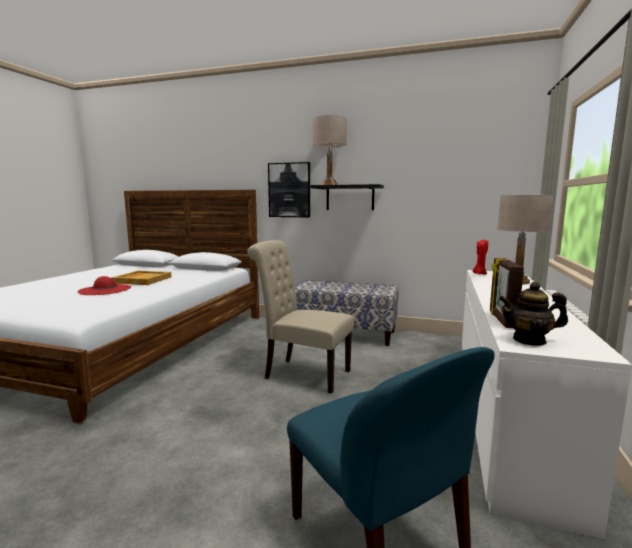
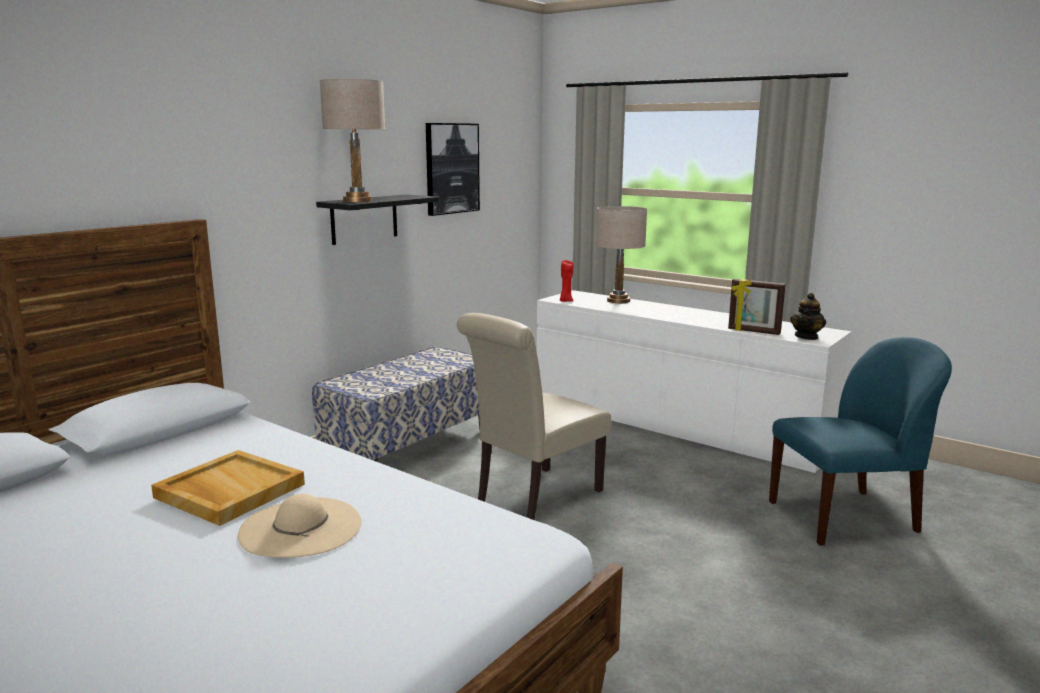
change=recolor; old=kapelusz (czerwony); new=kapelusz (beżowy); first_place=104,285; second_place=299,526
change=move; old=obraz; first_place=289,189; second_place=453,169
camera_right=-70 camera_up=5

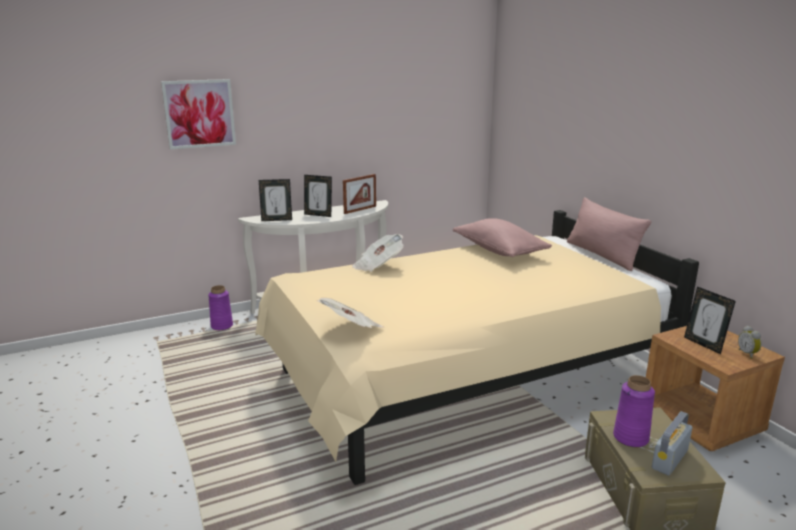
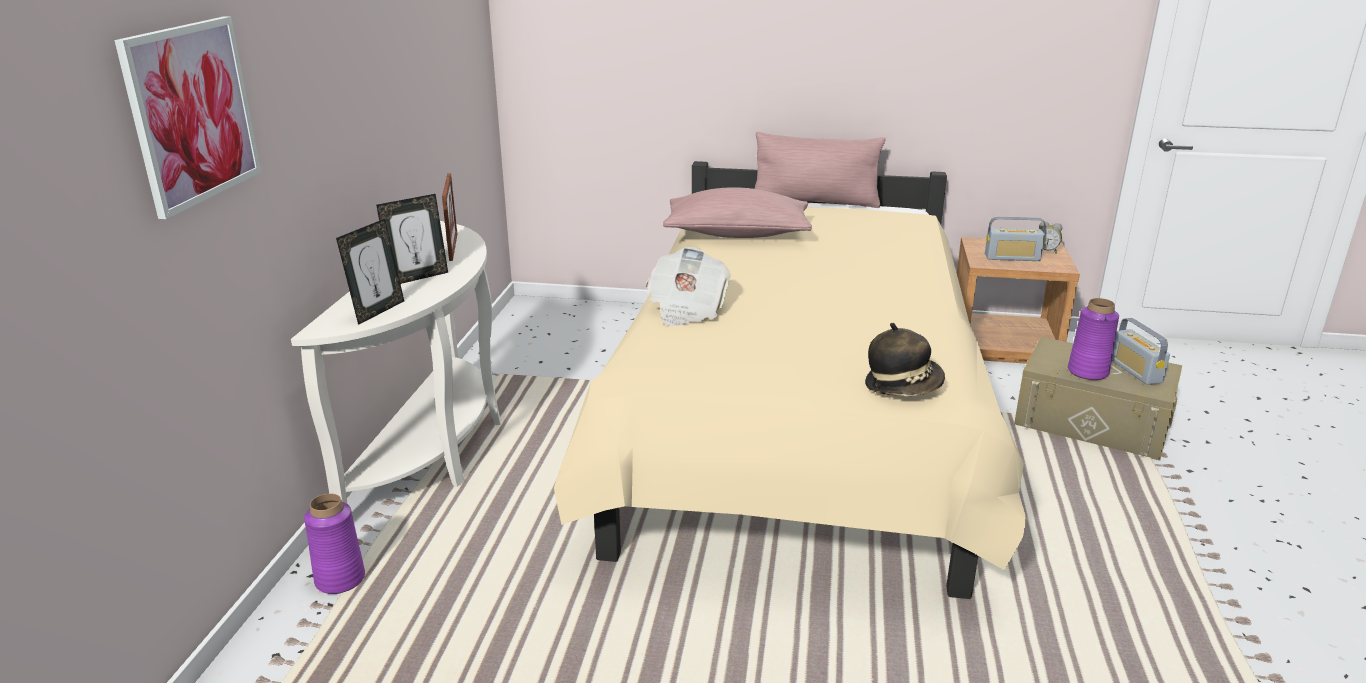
change=replace; old=gazeta; new=kapelusz; first_place=350,313; second_place=905,360
change=replace; old=ramka na zdjęcie; new=radio; first_place=710,320; second_place=1015,239
camera_right=-55 camera_up=5

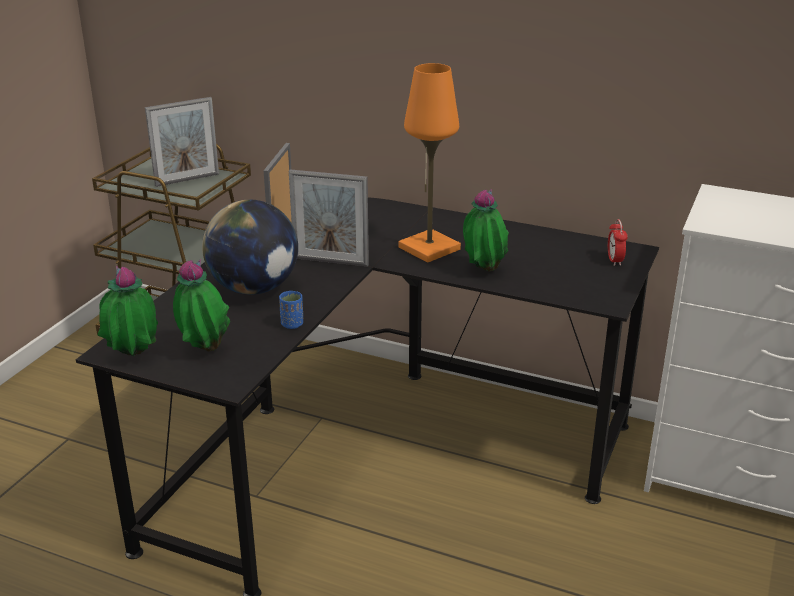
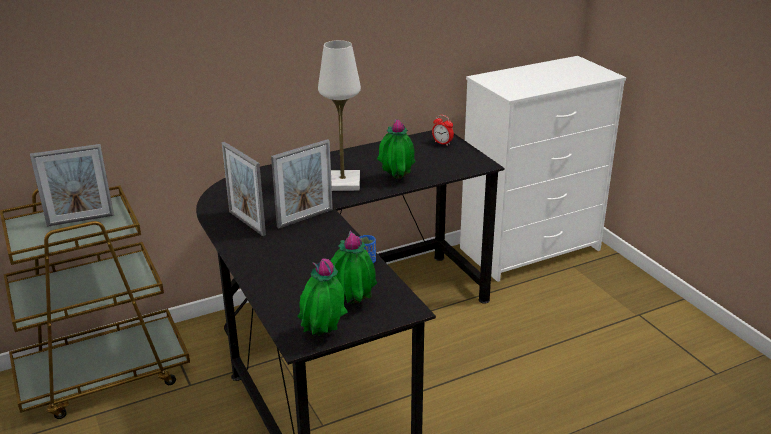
change=rotate; old=ramka na zdjęcie; first_place=182,142; second_place=72,185; degrees=60
change=recolor; old=lampa stołowa (pomarańczowy); new=lampa stołowa (biały); first_place=430,163; second_place=339,115
change=delete; old=globus; first_place=250,247
camera_right=-50 camera_up=0

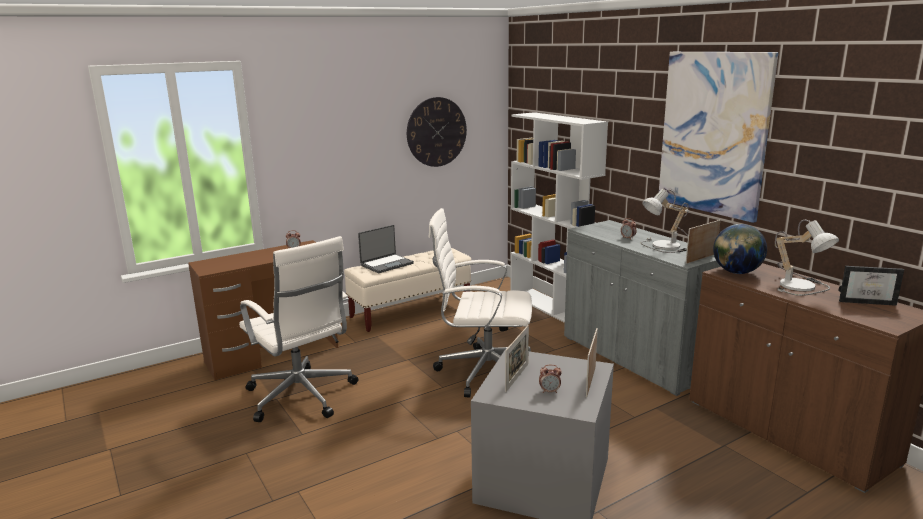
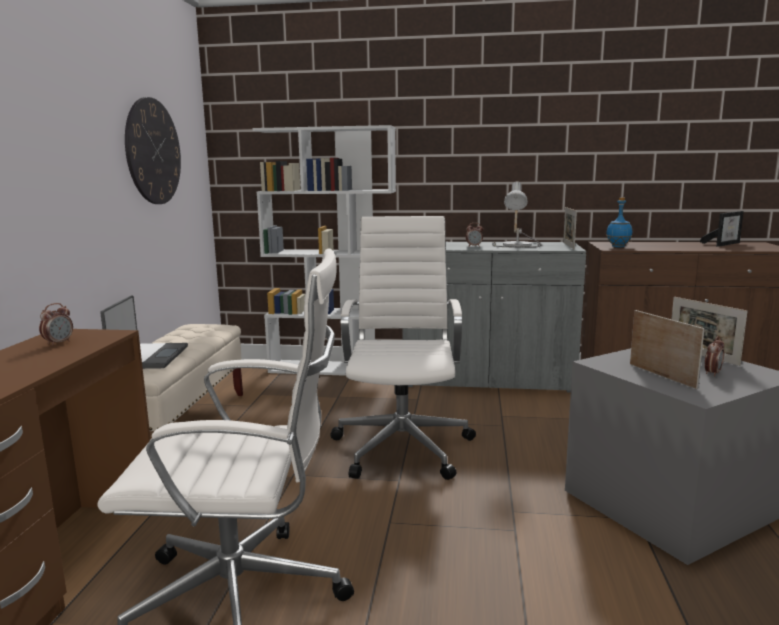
change=rotate; old=krzesło biurowe (biały); first_place=480,302; second_place=403,348; degrees=135
change=replace; old=globus; new=butelka (niebieski); first_place=740,249; second_place=619,223
change=delete; old=obraz; first_place=719,137
change=delete; old=lampa stołowa; first_place=807,258
camera_right=-50 camera_up=-5

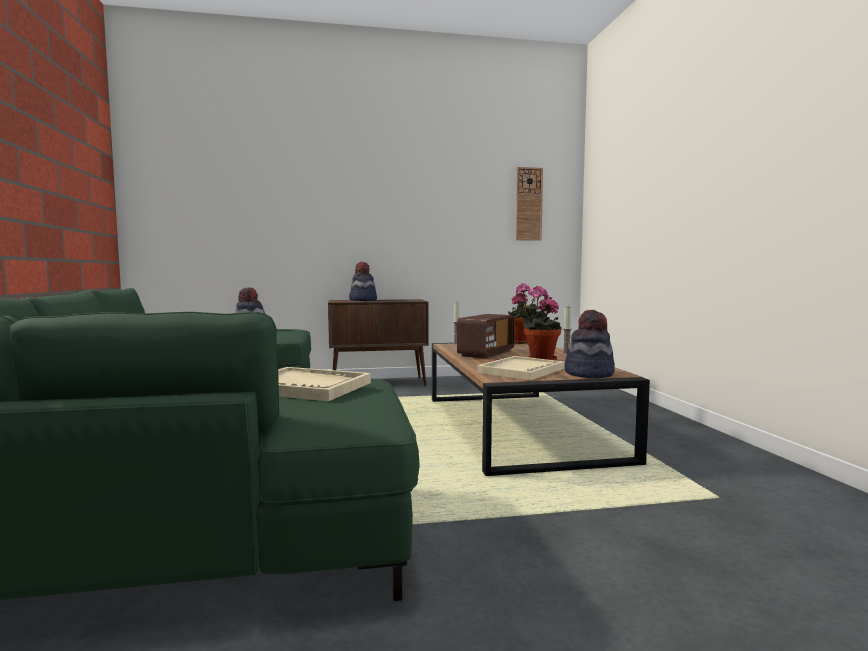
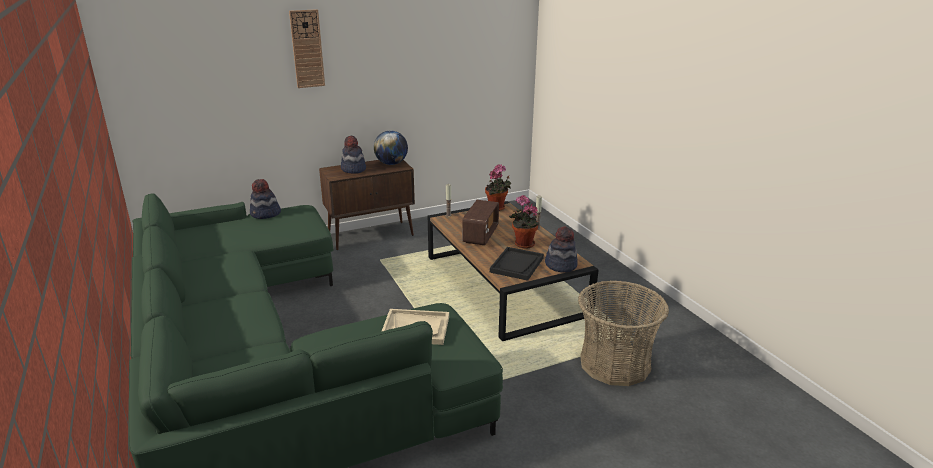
change=move; old=zegar ścienny; first_place=529,204; second_place=307,48
change=insert; new=globus; second_place=391,148
change=recolor; old=taca (beżowy); new=taca (czarny); first_place=521,368; second_place=517,264
change=insert; new=koszyk; second_place=623,333
camera_right=-15 camera_up=20

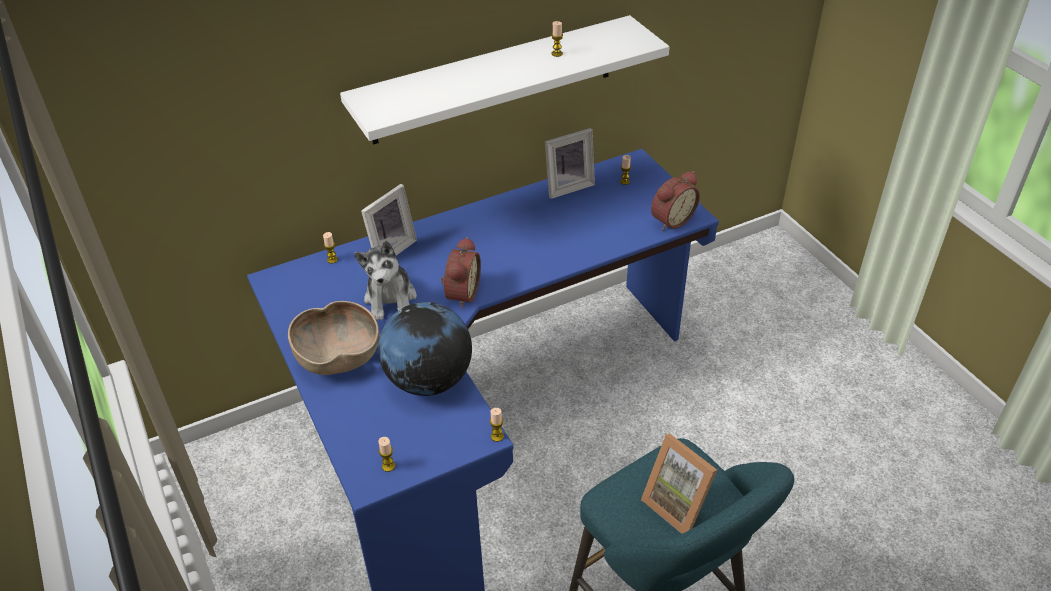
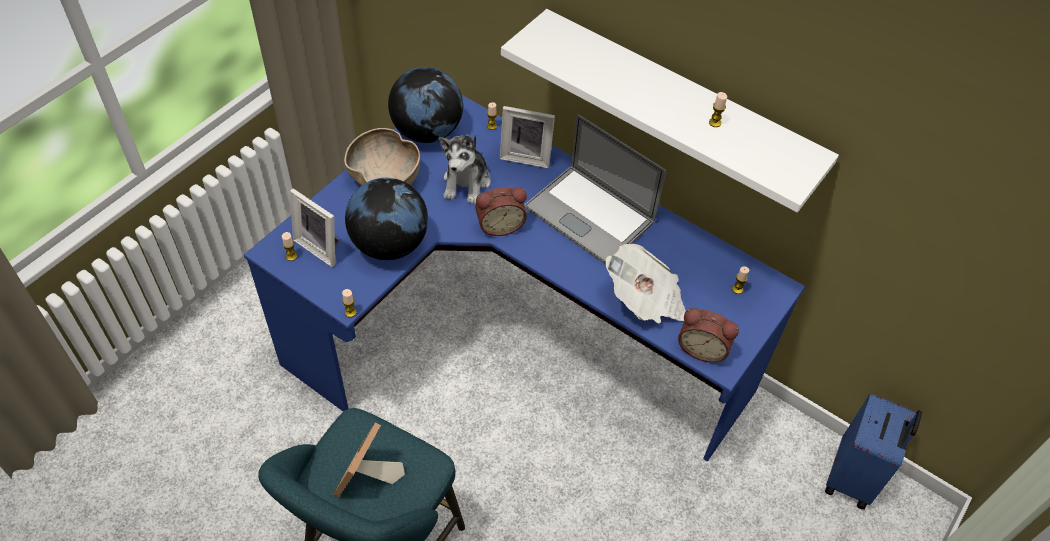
change=move; old=ramka na zdjęcie; first_place=570,163; second_place=314,227
change=insert; new=globus; second_place=425,105
change=rotate; old=pluszak; first_place=385,281; second_place=464,169; degrees=-45
change=insert; new=laptop; second_place=595,189
change=insert; new=gazeta; second_place=646,283
change=insert; new=walizka (niebieski); second_place=873,451
camera_right=60 camera_up=10

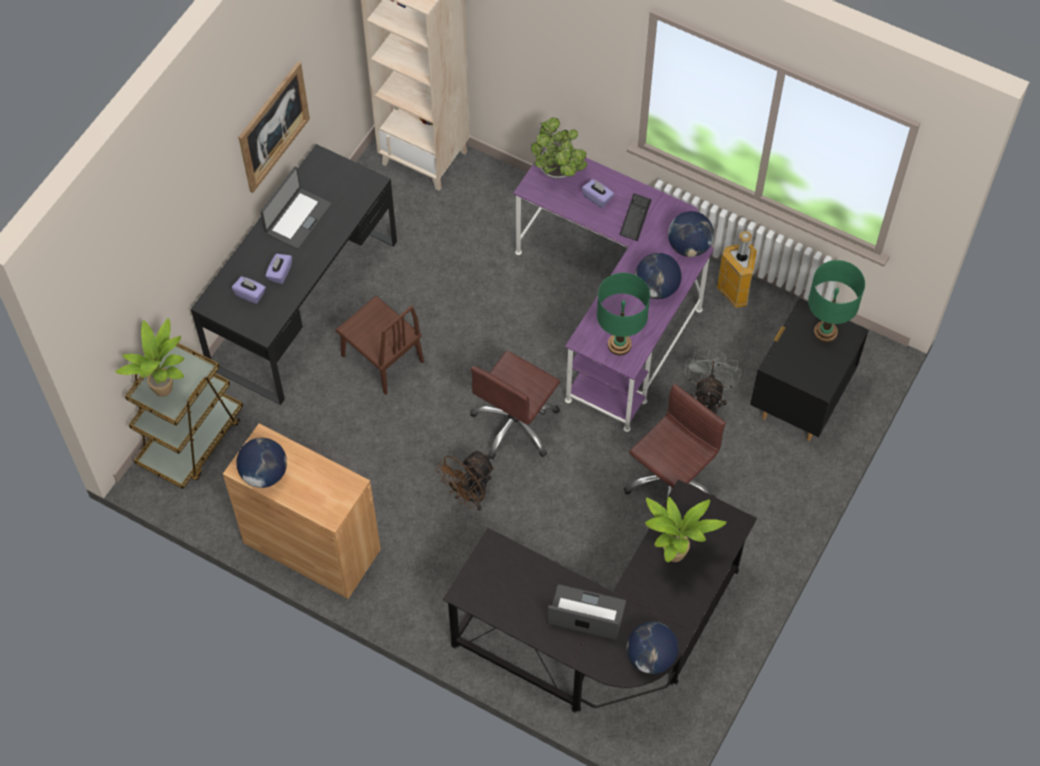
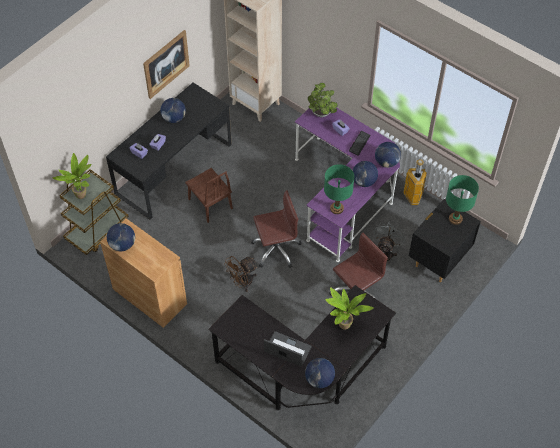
change=replace; old=laptop; new=globus; first_place=296,207; second_place=173,110
change=rotate; old=krzesło biurowe (brązowy); first_place=515,404; second_place=276,229; degrees=-150
camera_right=10 camera_up=-5

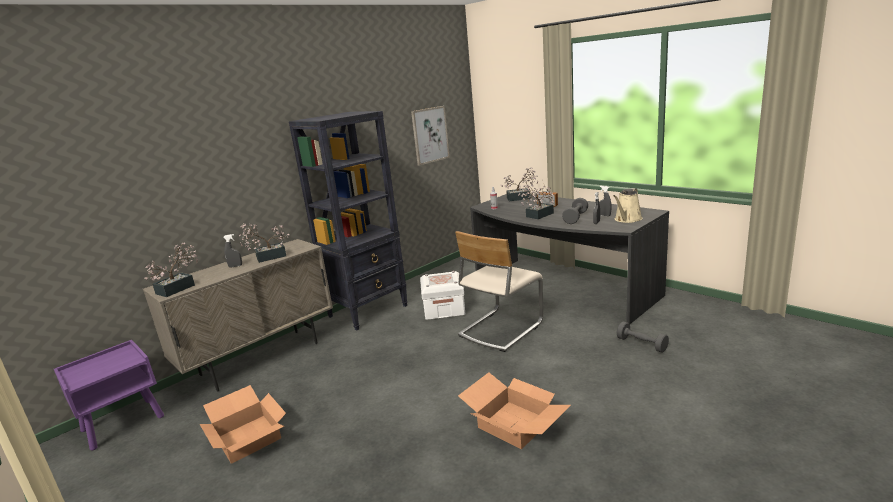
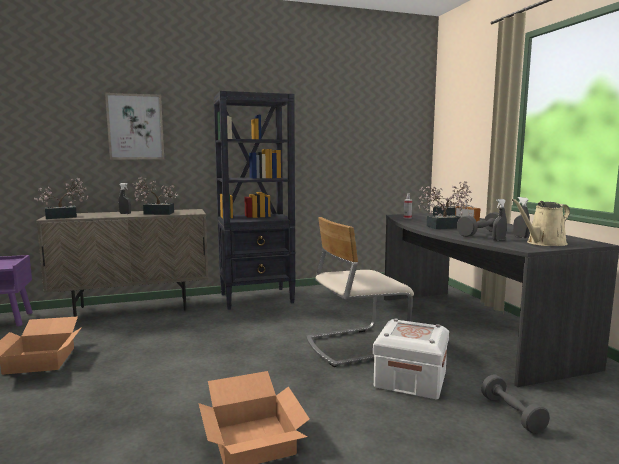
change=move; old=obraz; first_place=430,136; second_place=134,126
change=move; old=pojemnik do przechowywania (biały); first_place=442,295; second_place=411,359
camera_right=25 camera_up=-10

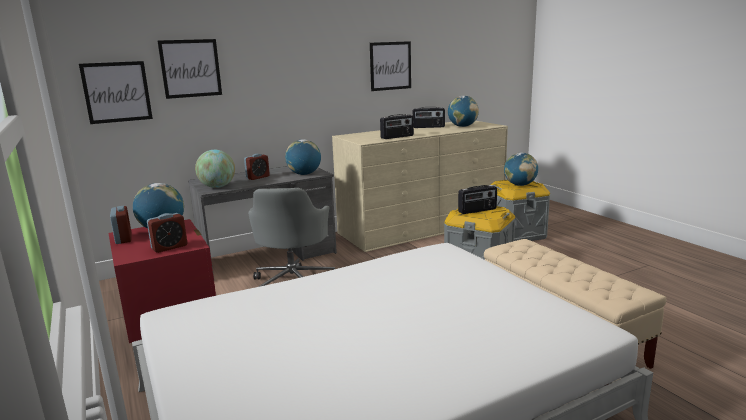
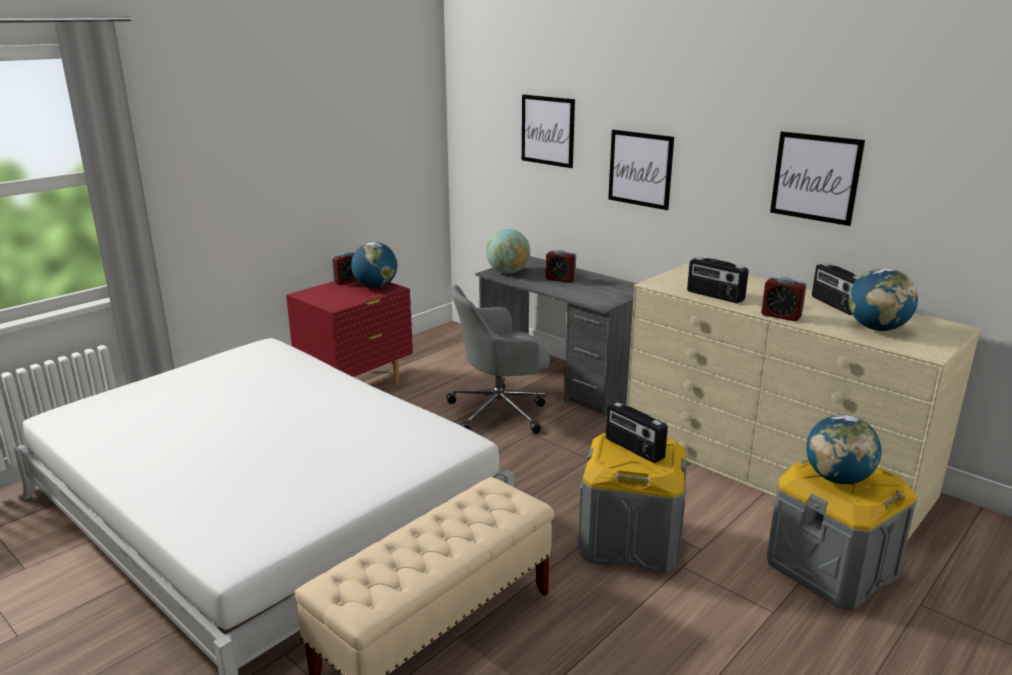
change=move; old=obraz; first_place=116,92; second_place=641,170
change=move; old=budzik; first_place=167,233; second_place=784,299
change=delete; old=globus; first_place=303,157
camera_right=70 camera_up=5

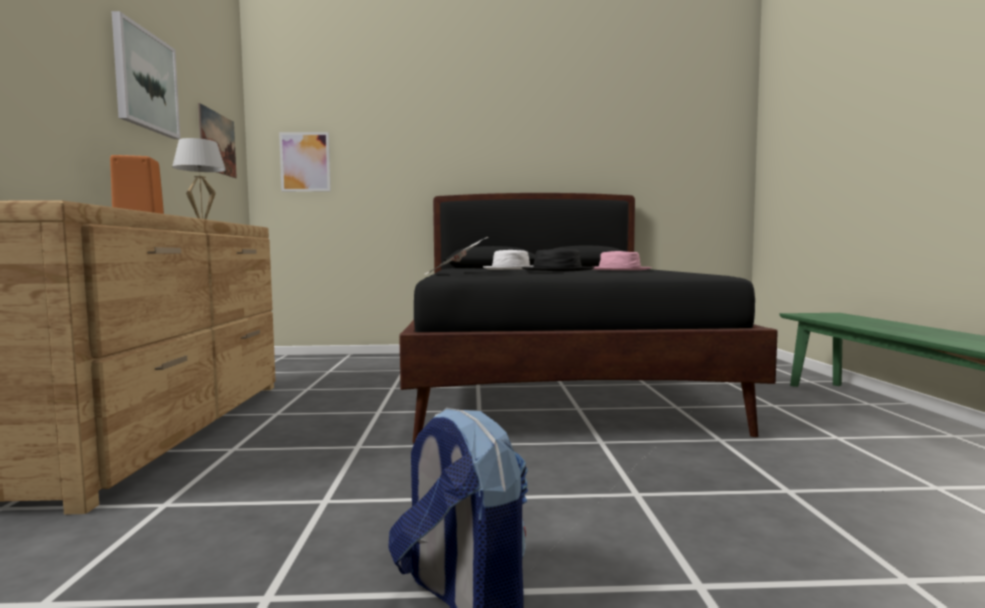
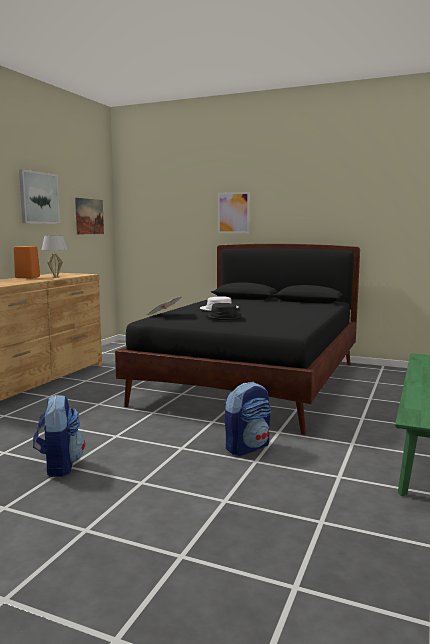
change=move; old=obraz; first_place=305,162; second_place=234,212
change=insert; new=plecak; second_place=248,419
change=delete; old=kapelusz (różowy); first_place=622,260
camera_right=25 camera_up=5

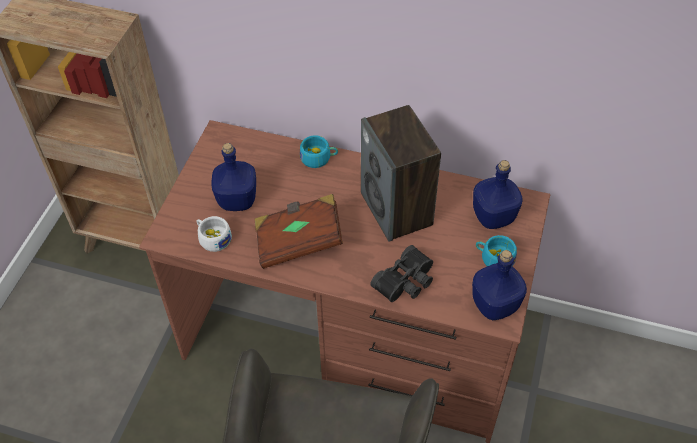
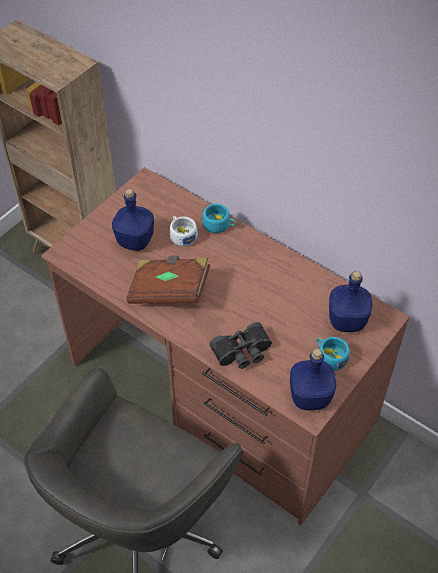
change=move; old=filiżanka (biały); first_place=214,234; second_place=183,231
change=delete; old=głośnik; first_place=401,173
camera_right=20 camera_up=0

